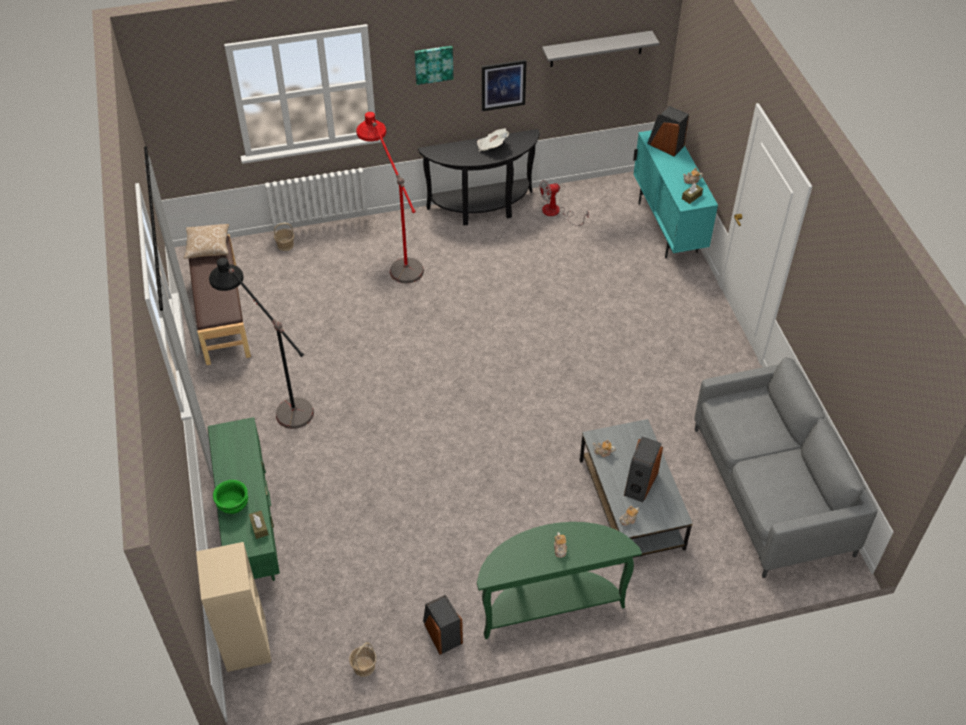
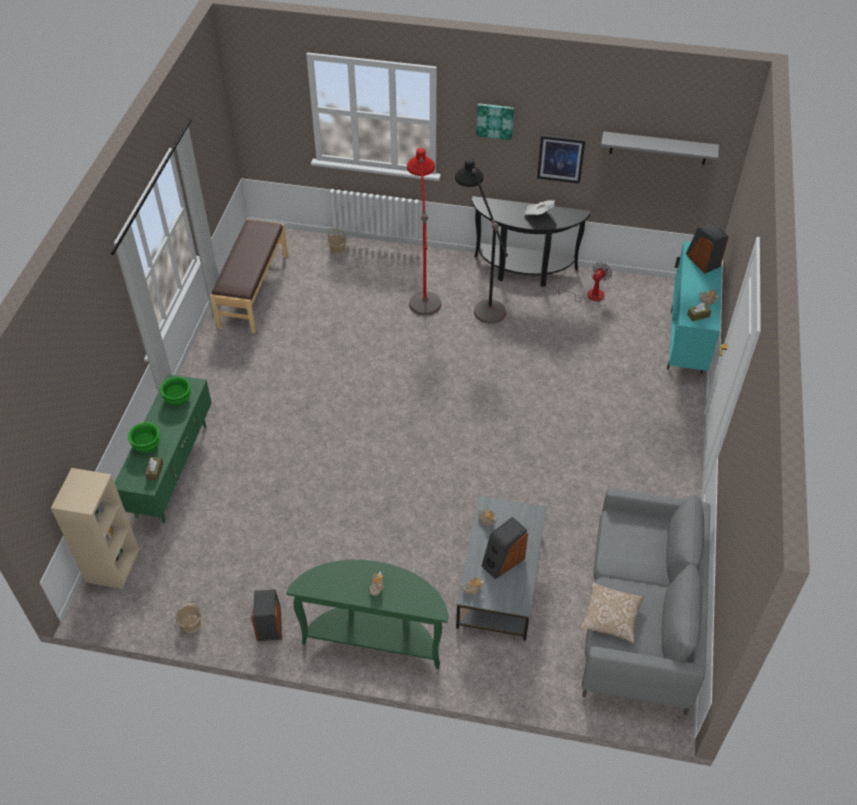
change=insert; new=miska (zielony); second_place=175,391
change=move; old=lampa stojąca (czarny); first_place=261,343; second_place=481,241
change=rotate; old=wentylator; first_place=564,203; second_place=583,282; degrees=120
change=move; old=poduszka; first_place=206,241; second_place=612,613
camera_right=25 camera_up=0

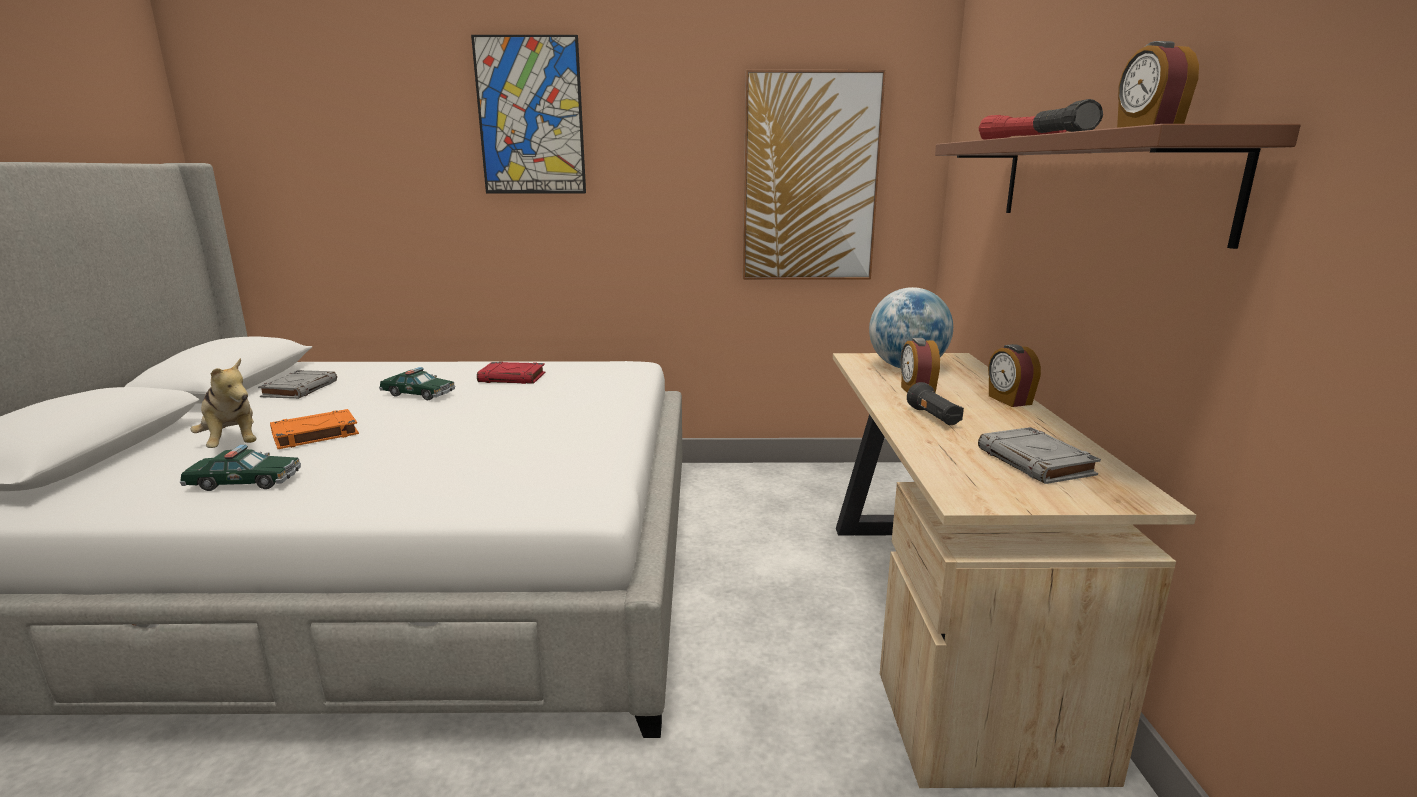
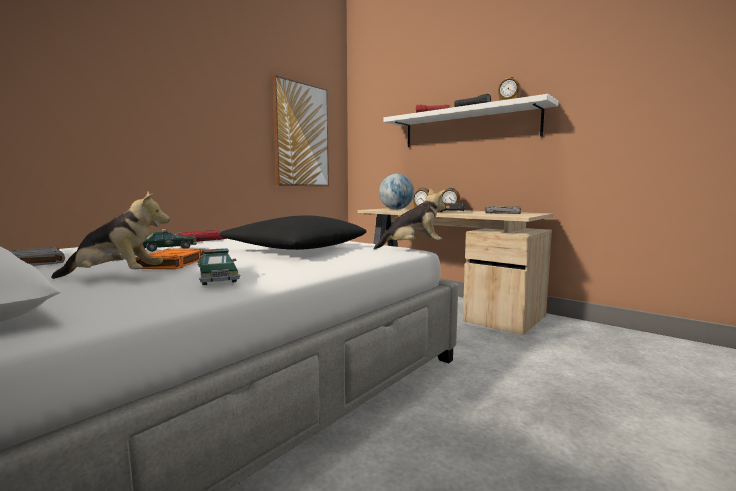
change=rotate; old=samochodzik; first_place=240,468; second_place=219,266; degrees=120
change=insert; new=poduszka (czarny); second_place=293,232
change=insert; new=pluszak; second_place=409,219
change=recolor; old=półka (brązowy); new=półka (biały); first_place=1118,186; second_place=470,120
change=delete; old=obraz; first_place=528,114
camera_right=-50 camera_up=-10

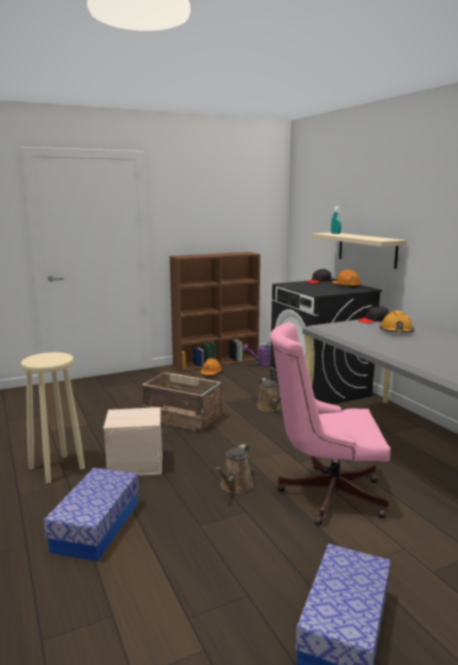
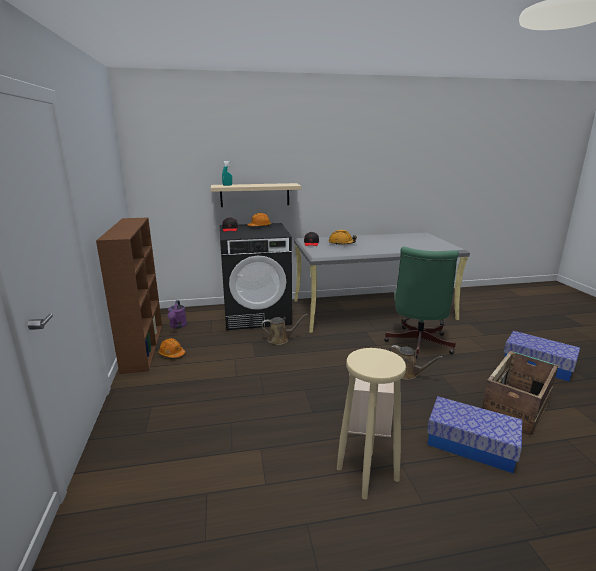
change=recolor; old=krzesło biurowe (różowy); new=krzesło biurowe (zielony); first_place=330,423; second_place=421,302
change=move; old=skrzynka; first_place=182,402; second_place=520,393
camera_right=-75 camera_up=5

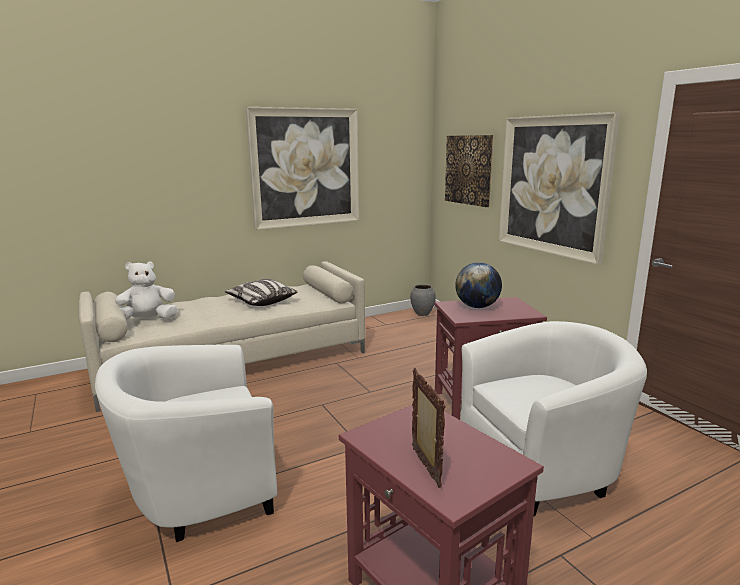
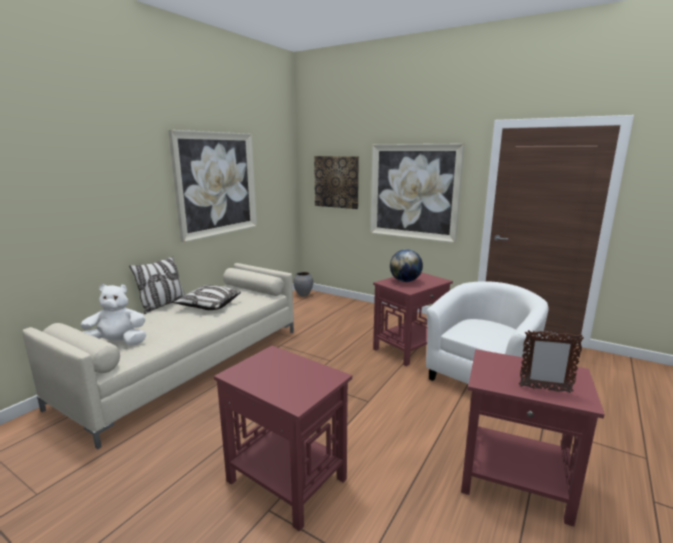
change=rotate; old=pluszak (biały); first_place=146,290; second_place=113,314; degrees=45
change=insert; new=poduszka; second_place=157,285
change=replace; old=fotel (biały); new=stolik (czerwony); first_place=186,443; second_place=283,438
change=rotate; old=ramka na zdjęcie; first_place=429,428; second_place=551,361; degrees=150
camera_right=-30 camera_up=0

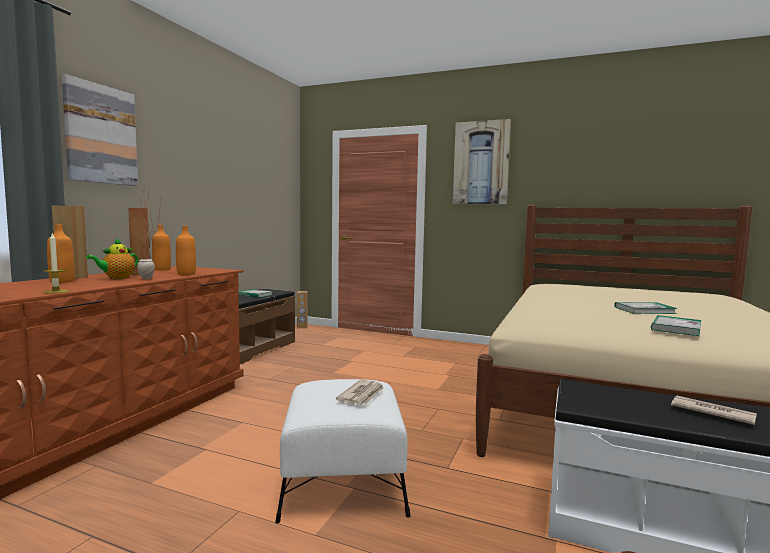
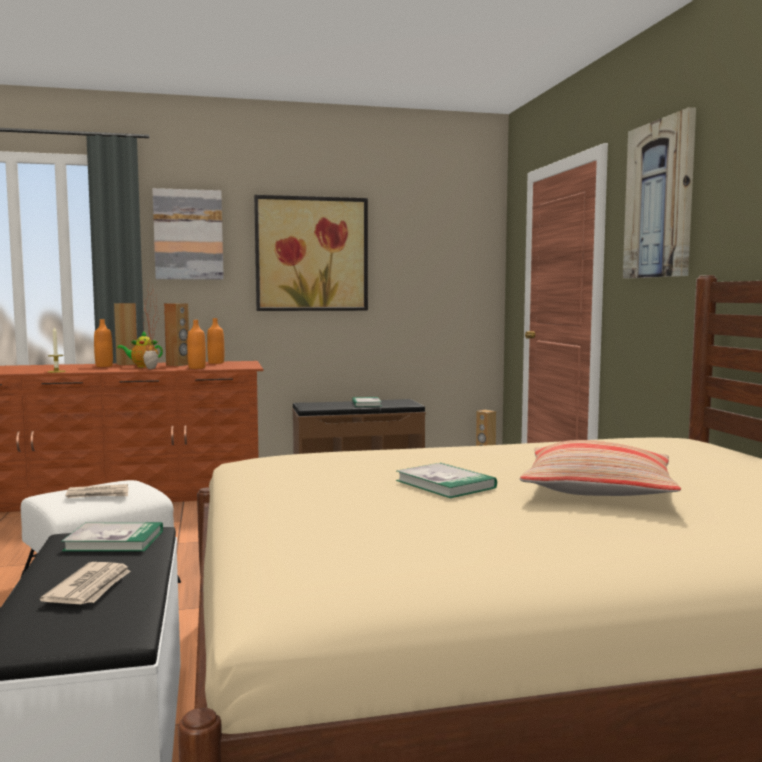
change=move; old=książka; first_place=676,325; second_place=112,536
change=insert; new=obraz; second_place=311,253
change=insert; new=poduszka; second_place=600,468
camera_right=55 camera_up=0

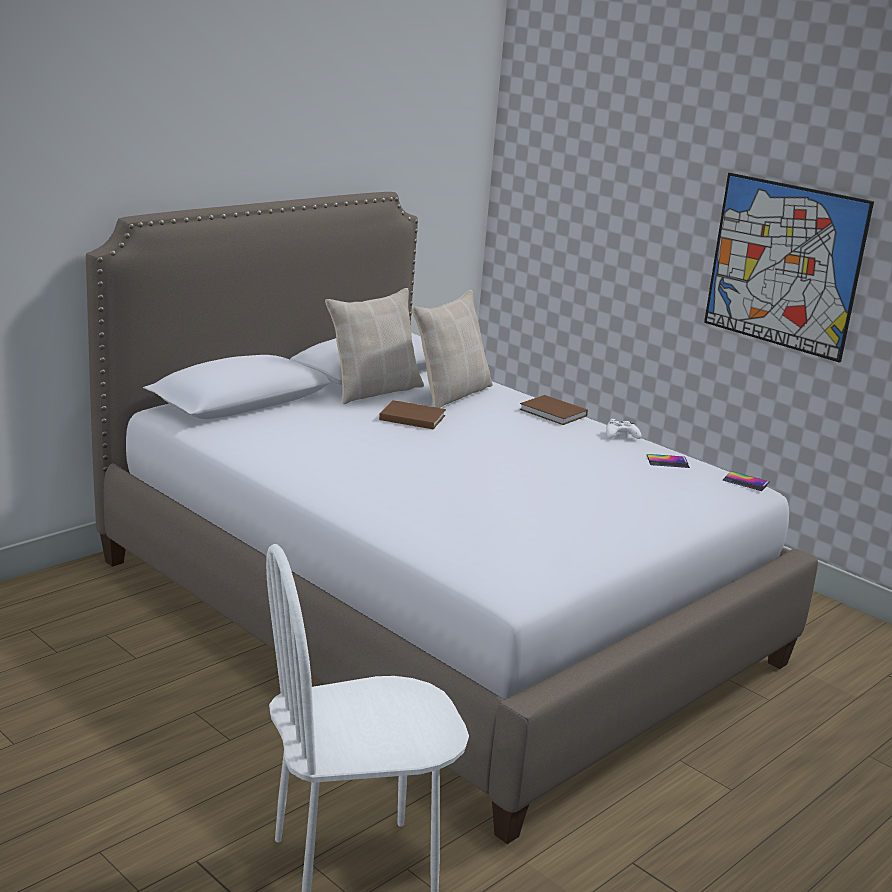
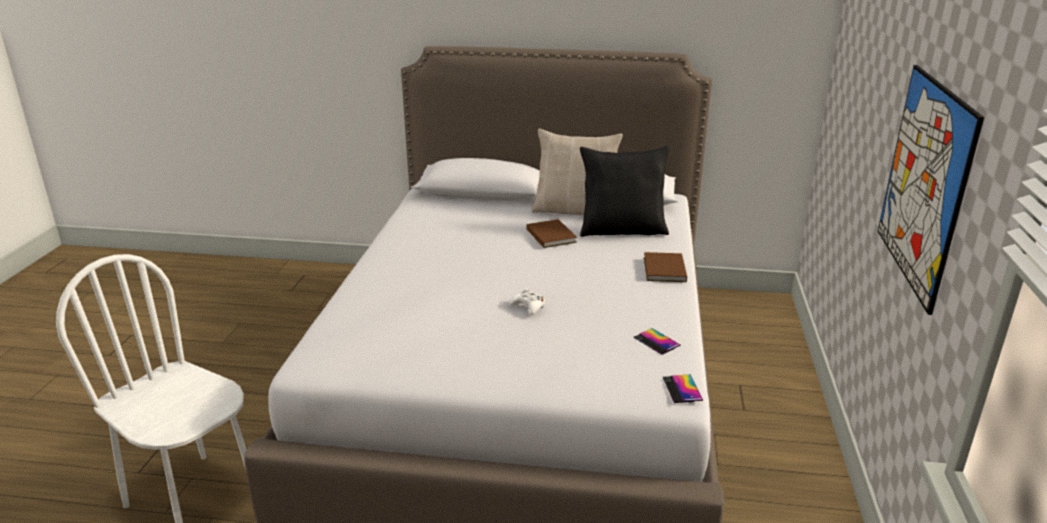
change=move; old=pad do gier (biały); first_place=623,429; second_place=527,301
change=recolor; old=poduszka (beżowy); new=poduszka (czarny); first_place=452,349; second_place=625,191
camera_right=55 camera_up=5

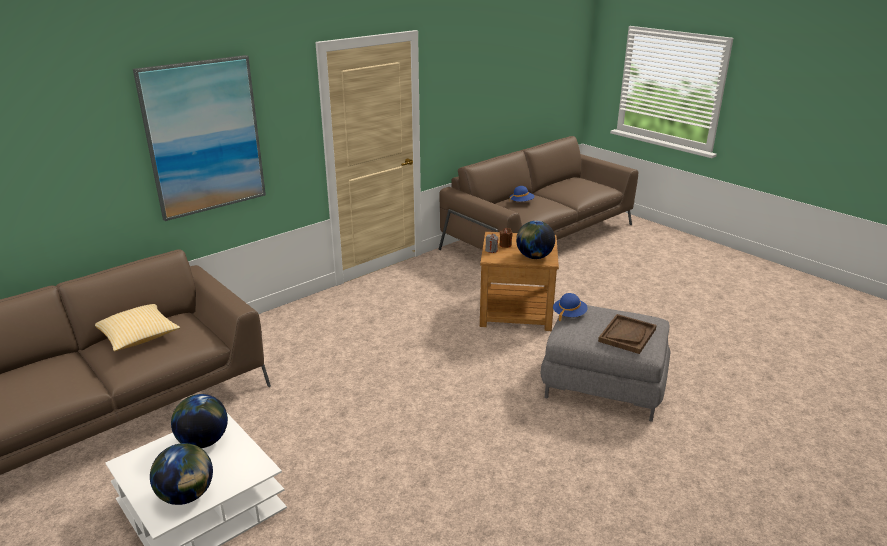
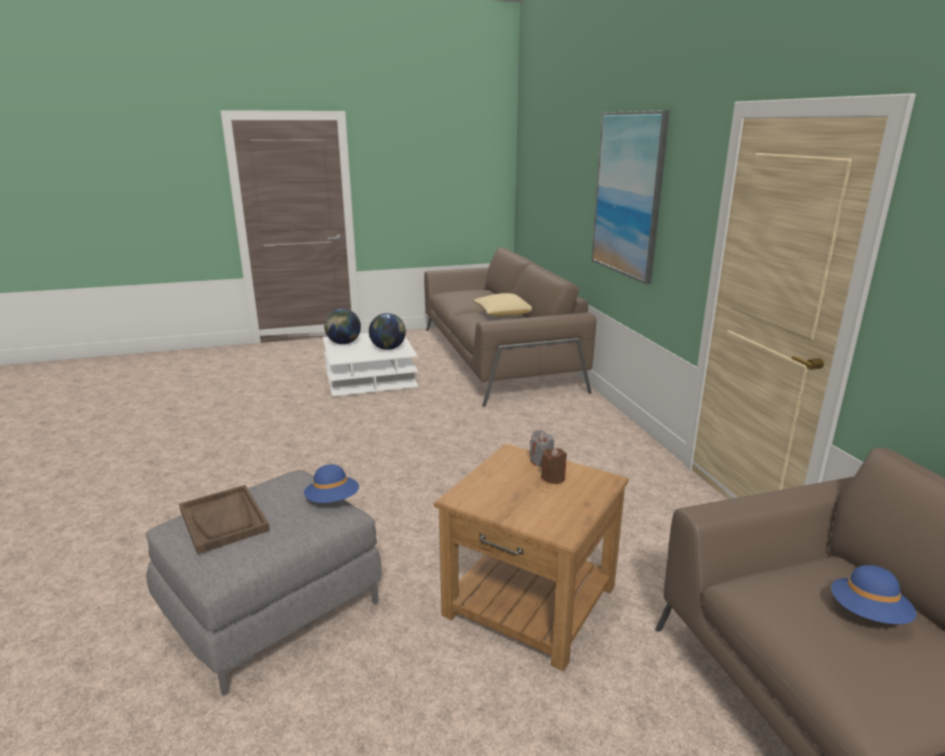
change=delete; old=globus; first_place=535,240
camera_right=115 camera_up=-5

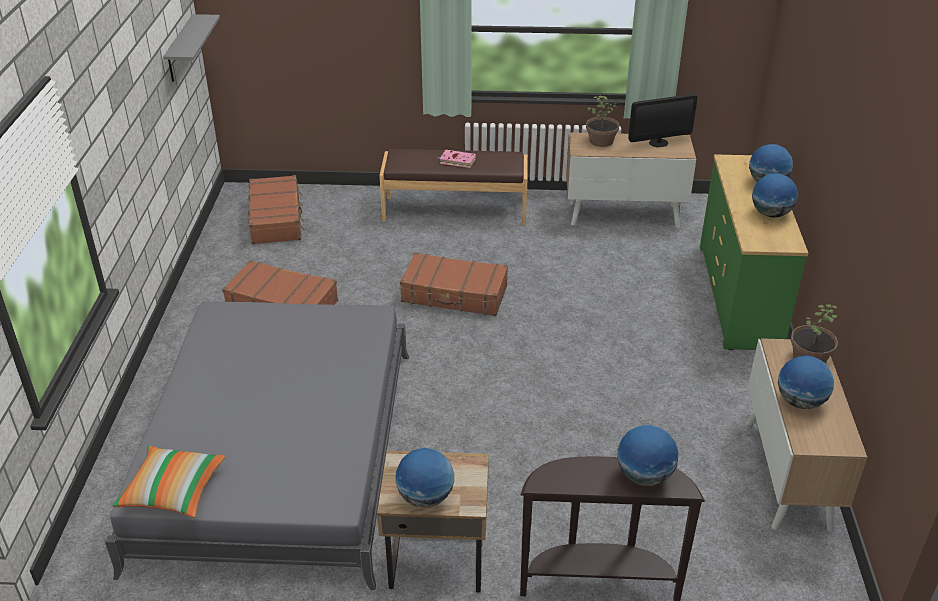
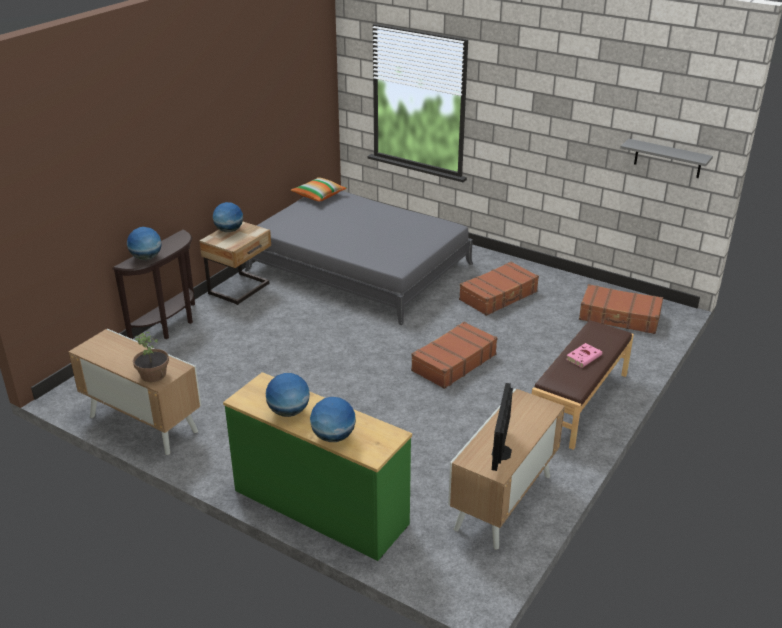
change=delete; old=roślina doniczkowa; first_place=602,121
change=delete; old=globus; first_place=806,382
camera_right=120 camera_up=-5

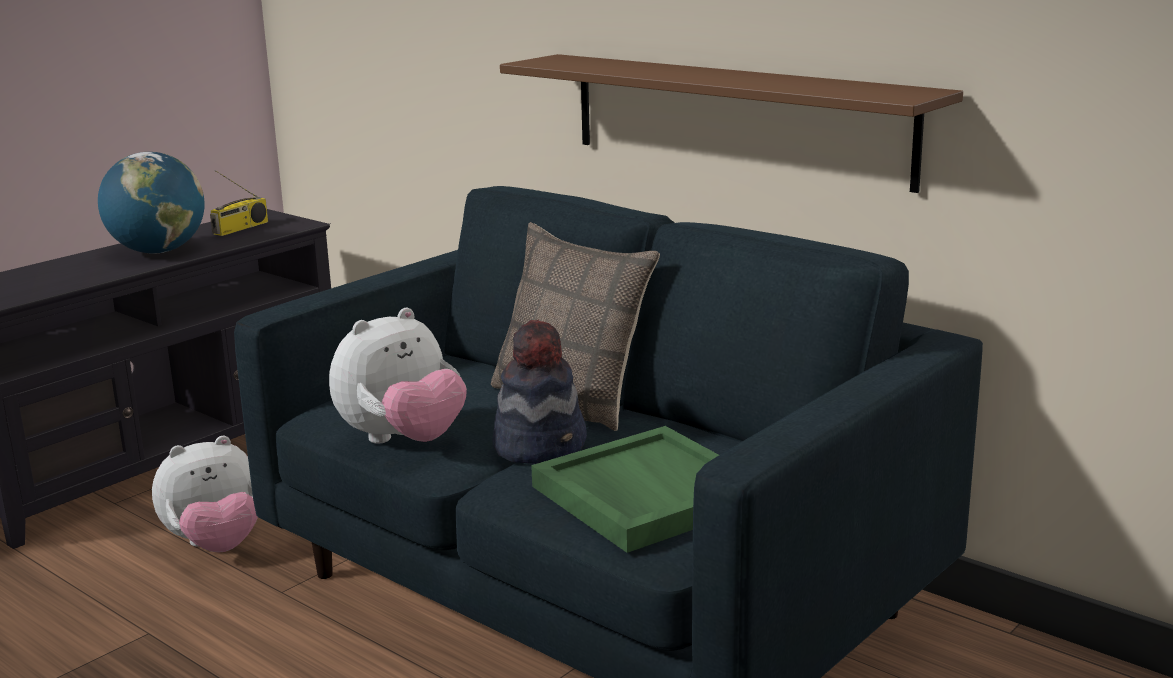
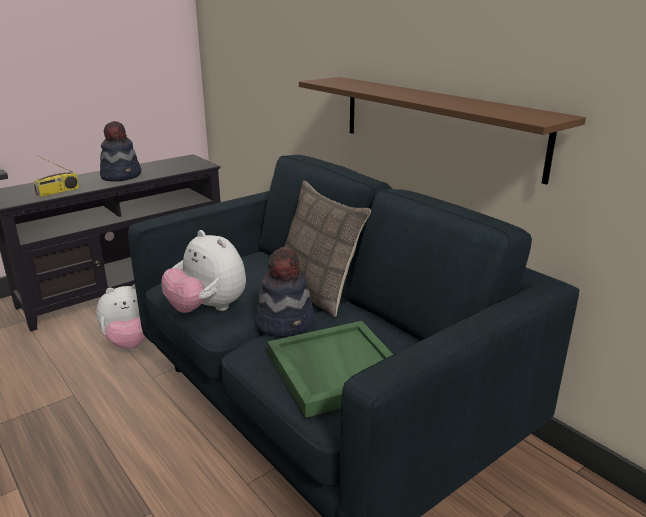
change=move; old=radio; first_place=239,203; second_place=56,176
change=replace; old=globus; new=kapelusz; first_place=151,203; second_place=120,151
change=rotate; old=pluszak; first_place=398,376; second_place=203,271; degrees=75
camera_right=10 camera_up=5

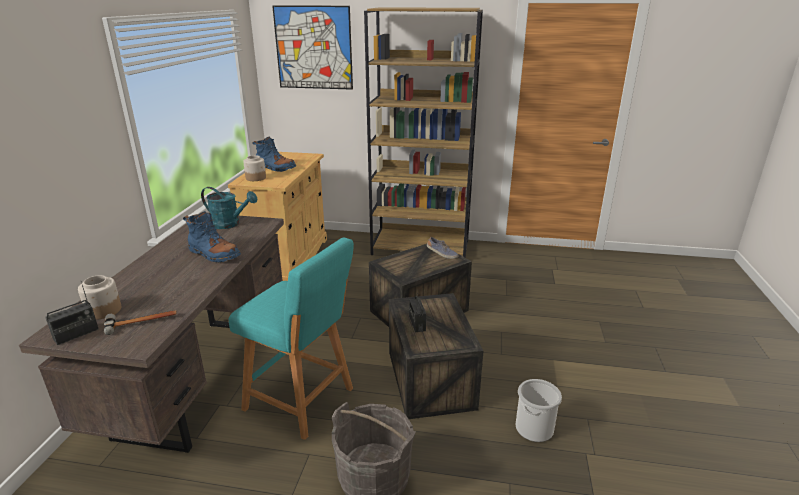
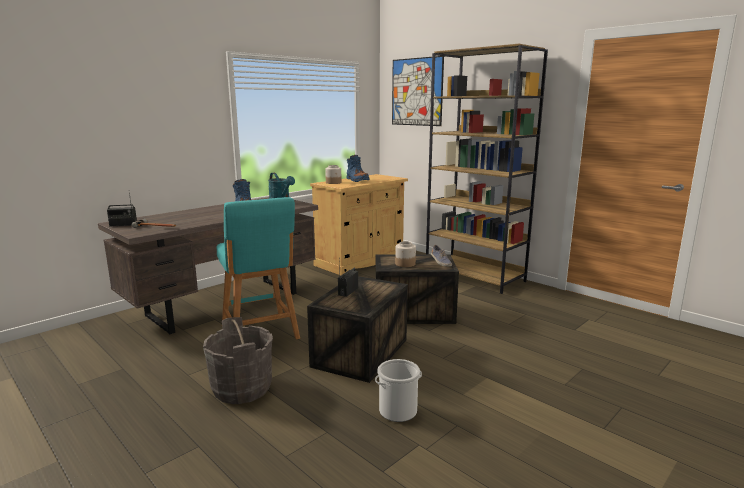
change=move; old=słoik; first_place=100,297; second_place=405,254
camera_right=35 camera_up=-10

